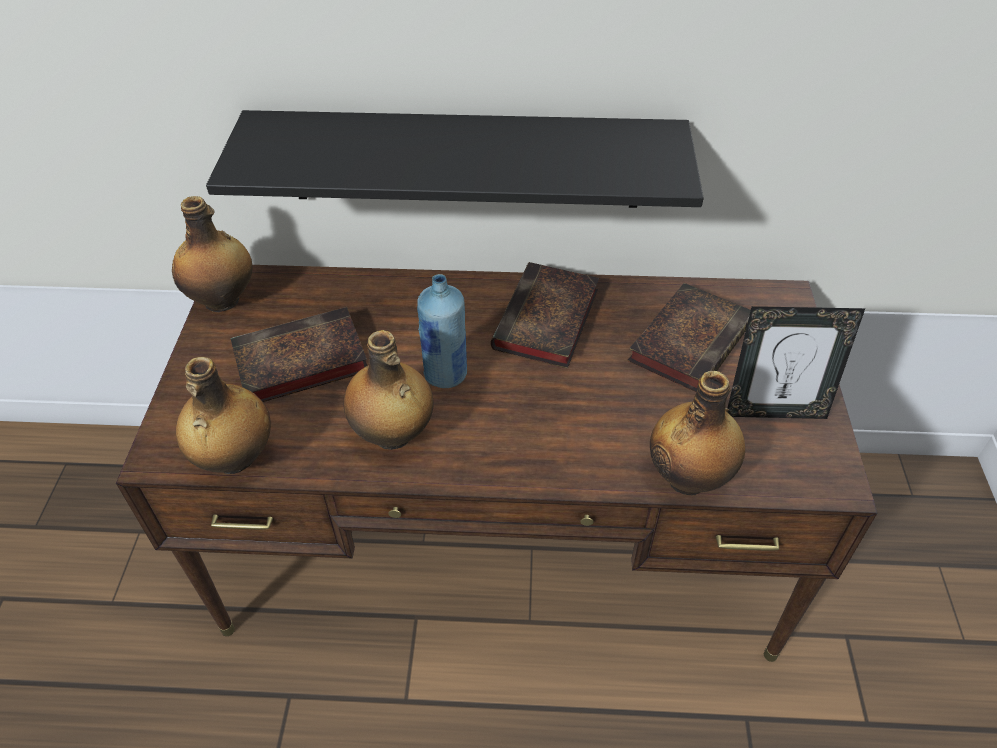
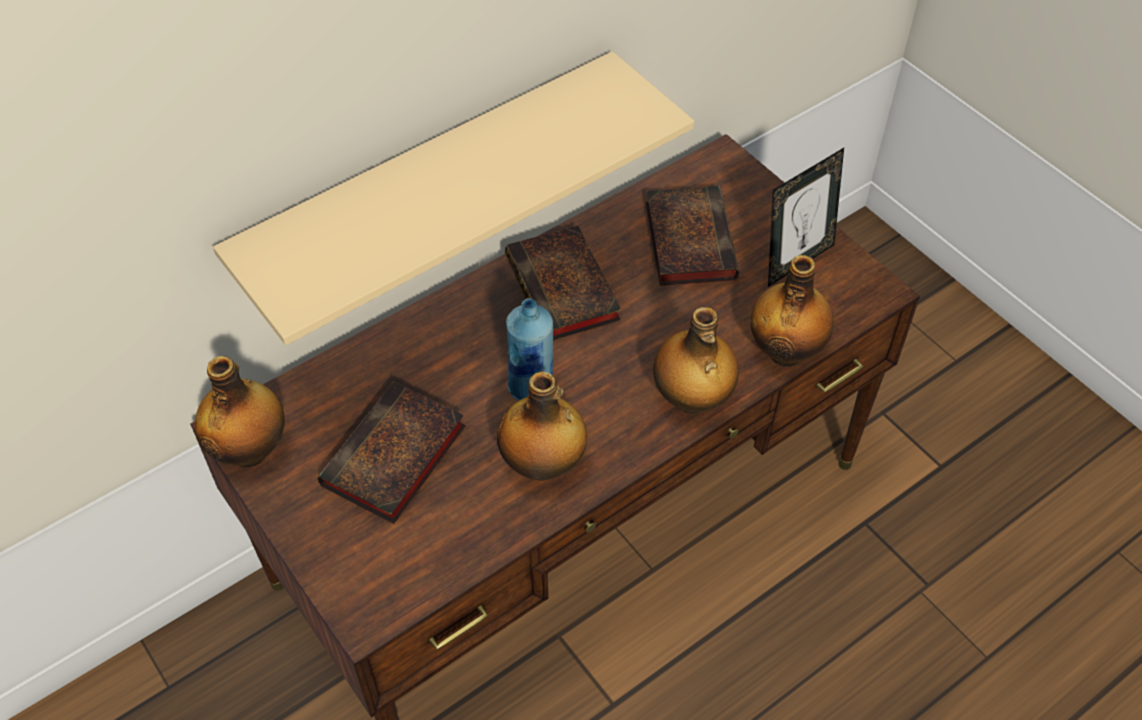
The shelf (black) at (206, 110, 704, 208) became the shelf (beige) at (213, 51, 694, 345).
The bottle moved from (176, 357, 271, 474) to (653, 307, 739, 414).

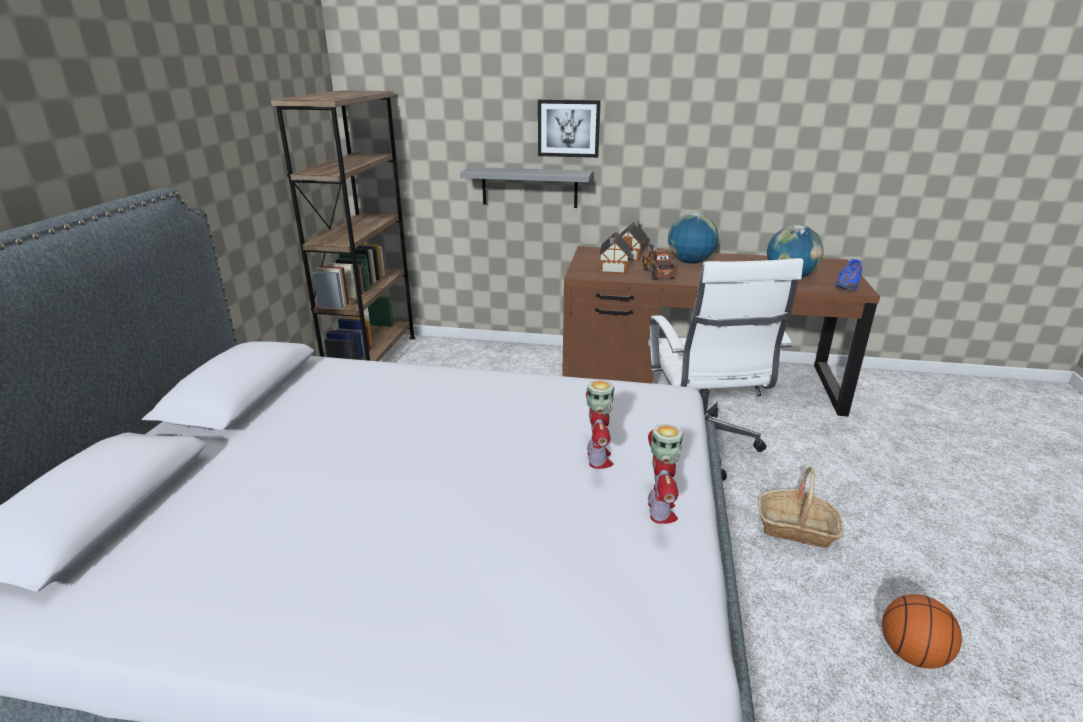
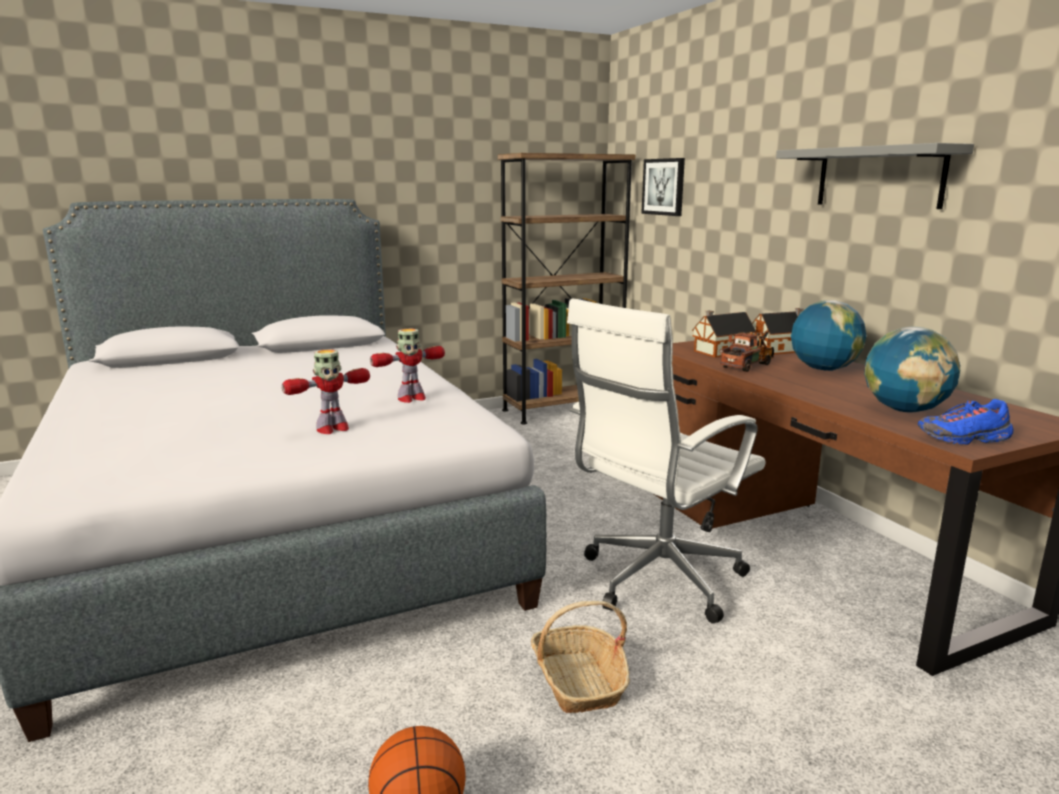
The toy robot moved from (648, 424, 683, 524) to (370, 329, 445, 403).
The picture moved from (538, 99, 601, 158) to (641, 158, 685, 216).
The shelf (grey) moved from (460, 167, 592, 208) to (776, 143, 974, 209).

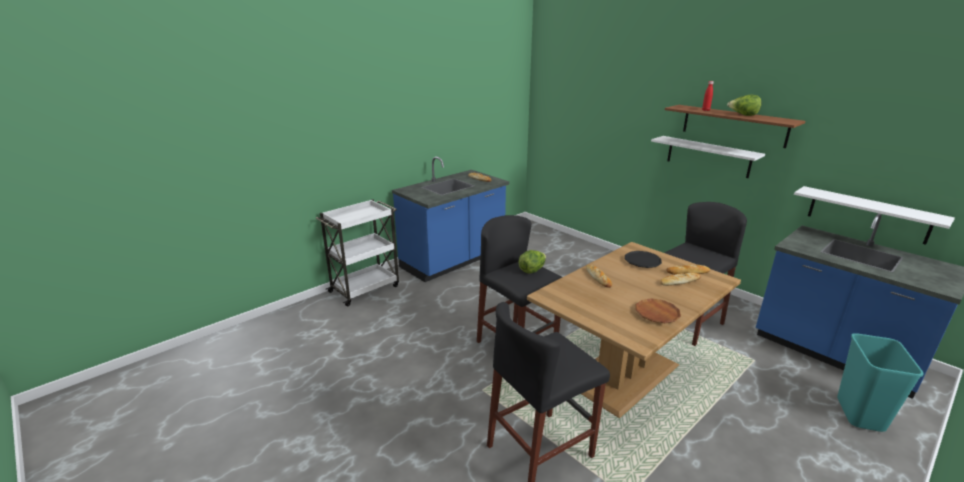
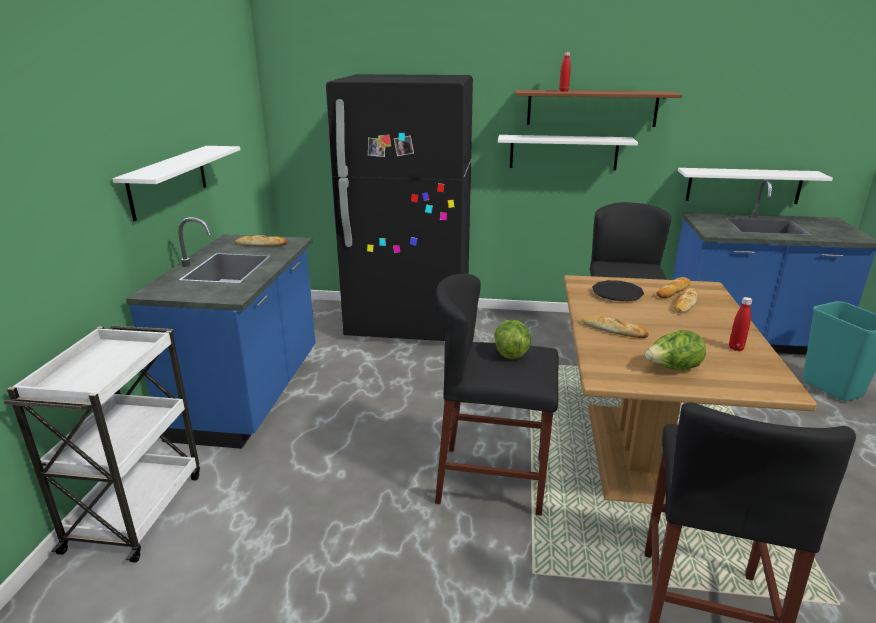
The shelf (white) at (112, 146, 241, 221) appeared.
The fridge (black) at (326, 74, 473, 341) appeared.
The lettuce moved from (727, 95, 762, 116) to (645, 330, 706, 370).
The plate (brown) at (635, 298, 681, 323) was replaced by the bottle (red) at (729, 297, 752, 351).

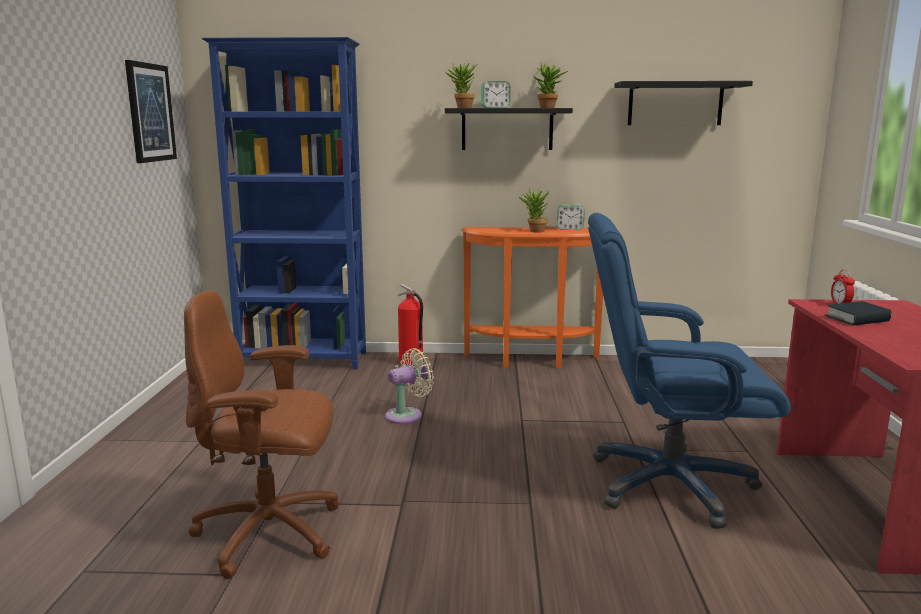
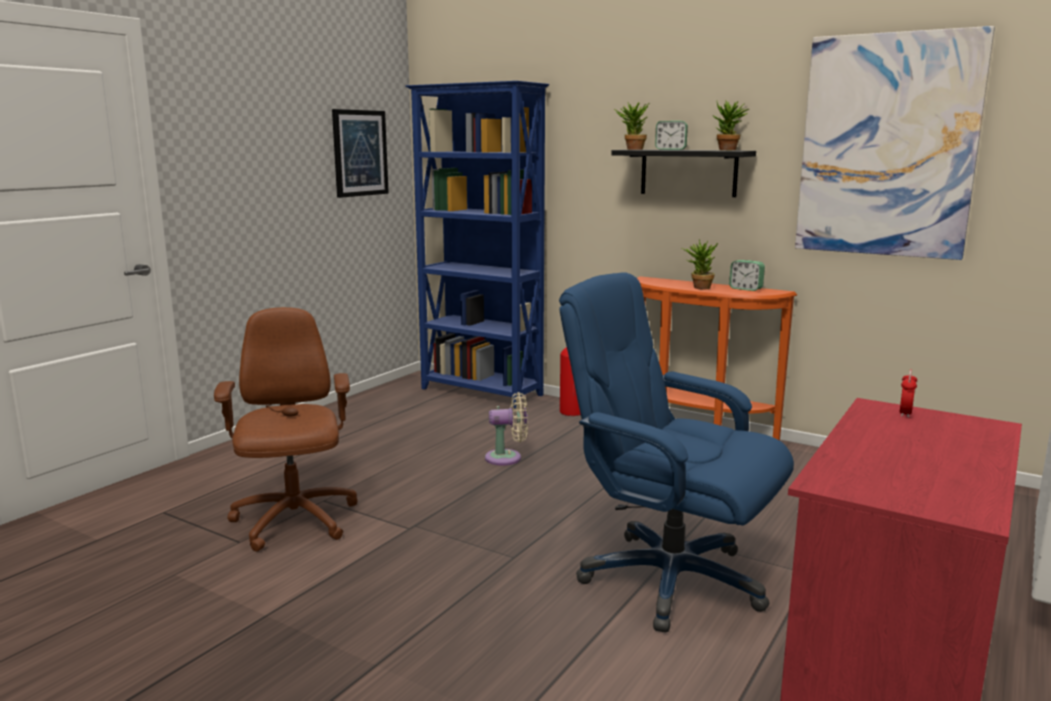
The office chair (brown) at (184, 290, 339, 579) turned 45 degrees clockwise.
The shelf (black) at (614, 81, 753, 125) was replaced by the picture at (795, 26, 995, 260).
The book at (825, 301, 891, 326) disappeared.

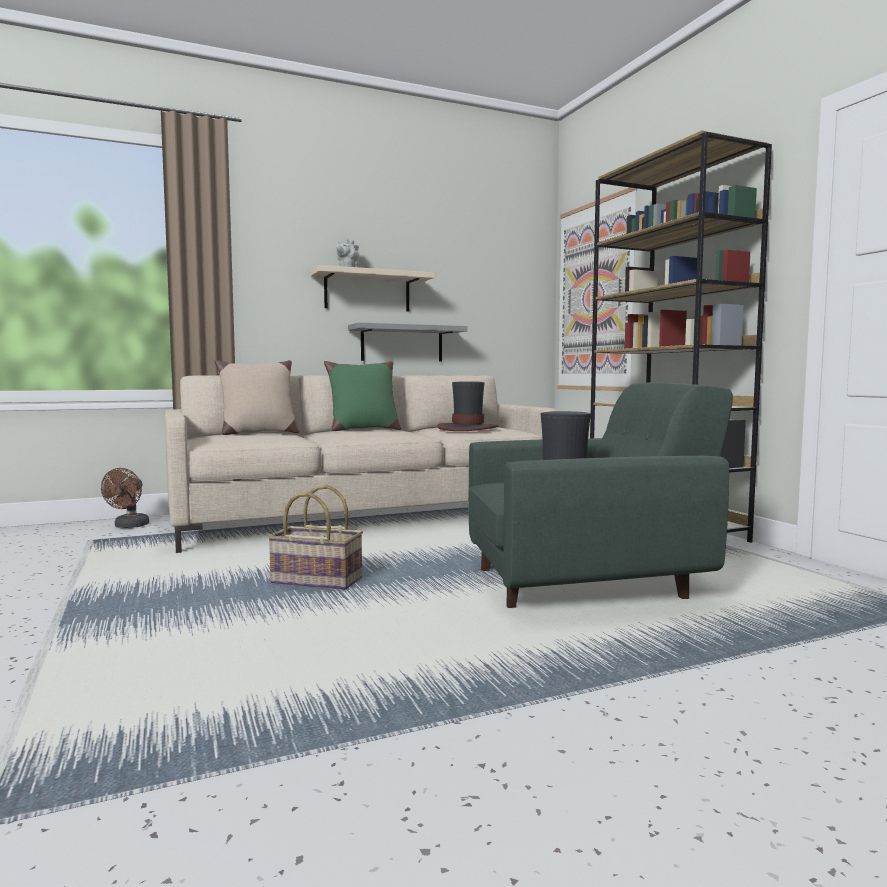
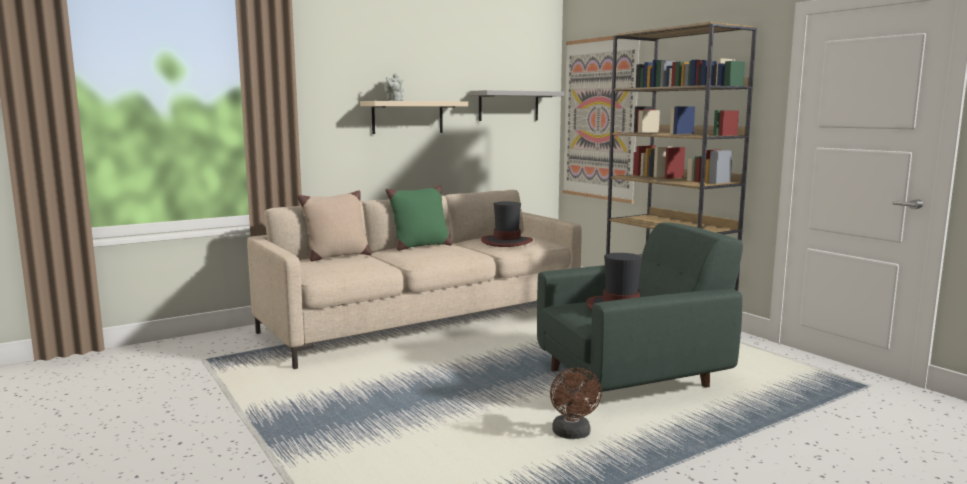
The shelf (grey) moved from (348, 322, 468, 362) to (470, 90, 564, 121).
The fan (brown) moved from (101, 468, 149, 528) to (550, 368, 602, 439).
The basket at (268, 485, 363, 590) disappeared.

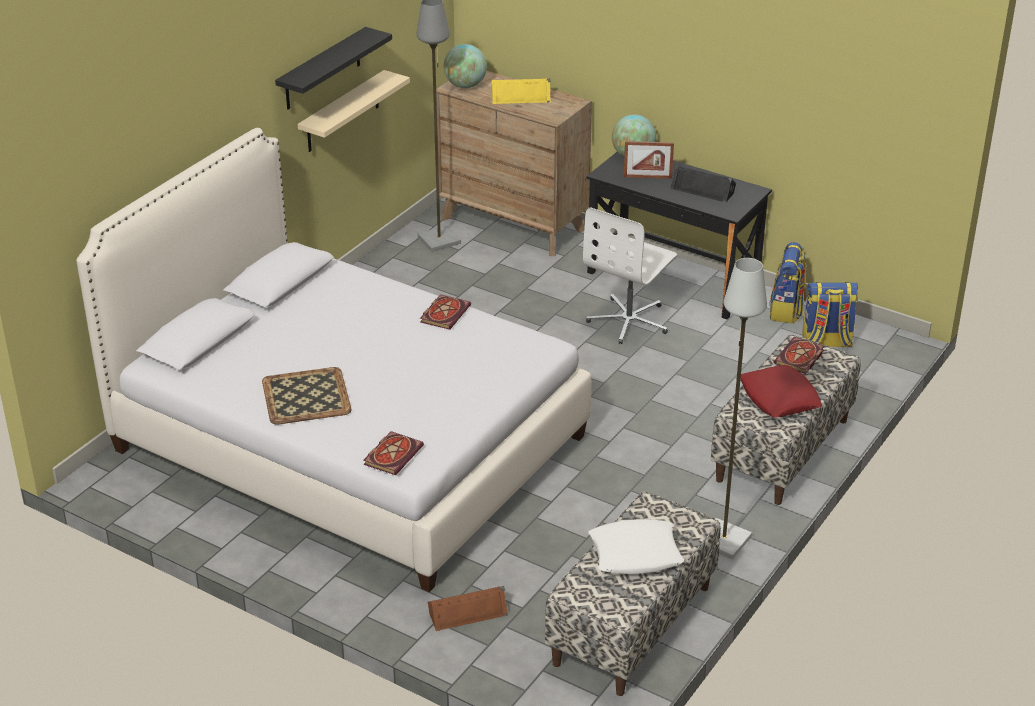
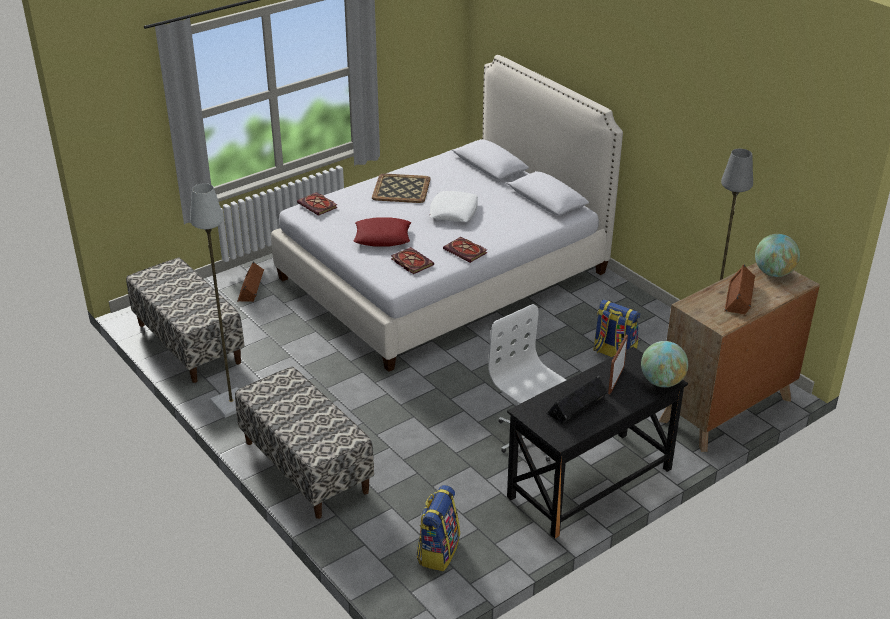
The pillow (red) moved from (741, 365, 822, 418) to (353, 217, 411, 247).
The book moved from (774, 337, 825, 374) to (391, 247, 434, 274).
The pillow (white) moved from (588, 519, 684, 574) to (430, 191, 478, 222).
The backpack moved from (769, 242, 806, 323) to (593, 299, 640, 357).
The speaker (yellow) at (491, 78, 551, 104) became the speaker (brown) at (724, 265, 755, 314).
The shelf (black) at (275, 27, 392, 109) disappeared.
The shelf (beige) at (298, 70, 410, 152) disappeared.

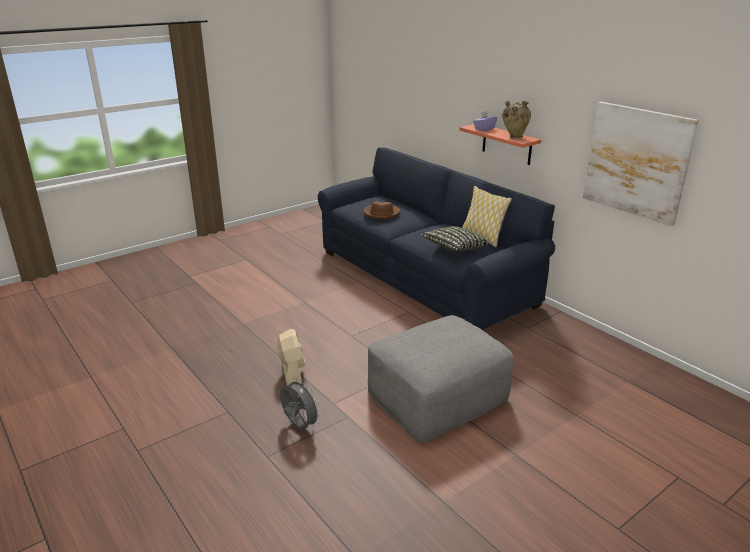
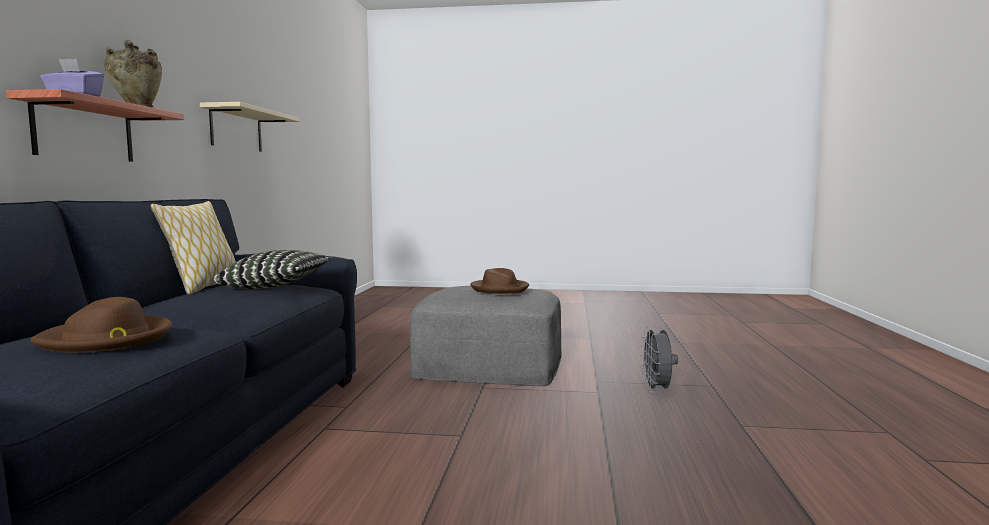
The picture at (583, 102, 699, 226) was replaced by the shelf (beige) at (200, 102, 300, 152).
The hat (brown) at (470, 268, 529, 294) appeared.
The fan (beige) at (277, 329, 306, 385) disappeared.

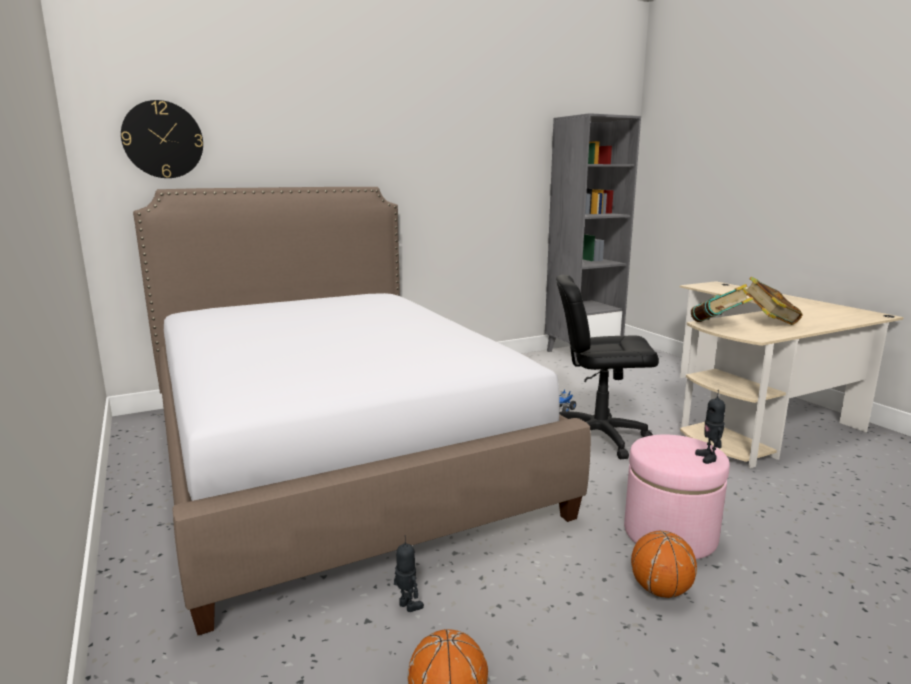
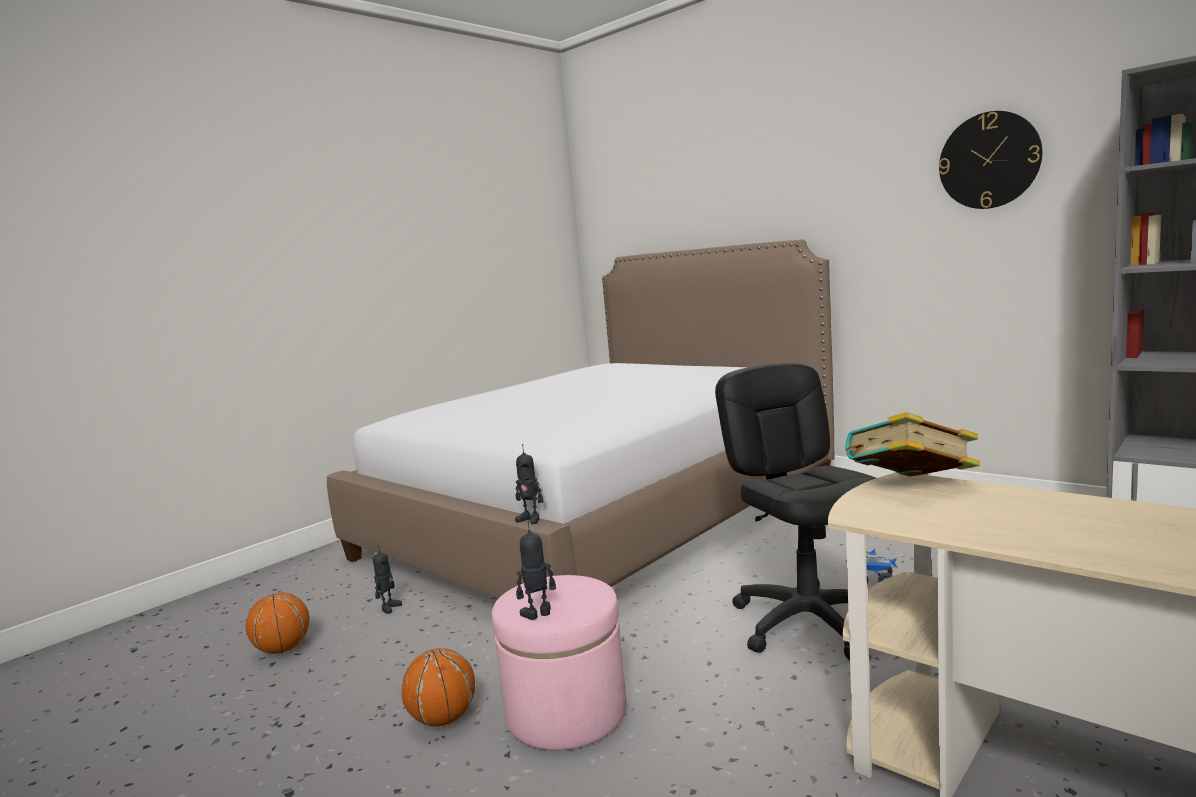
The toy robot at (515, 444, 543, 524) appeared.
The wall clock moved from (121, 100, 203, 178) to (939, 111, 1042, 209).
The book at (743, 277, 803, 325) disappeared.

